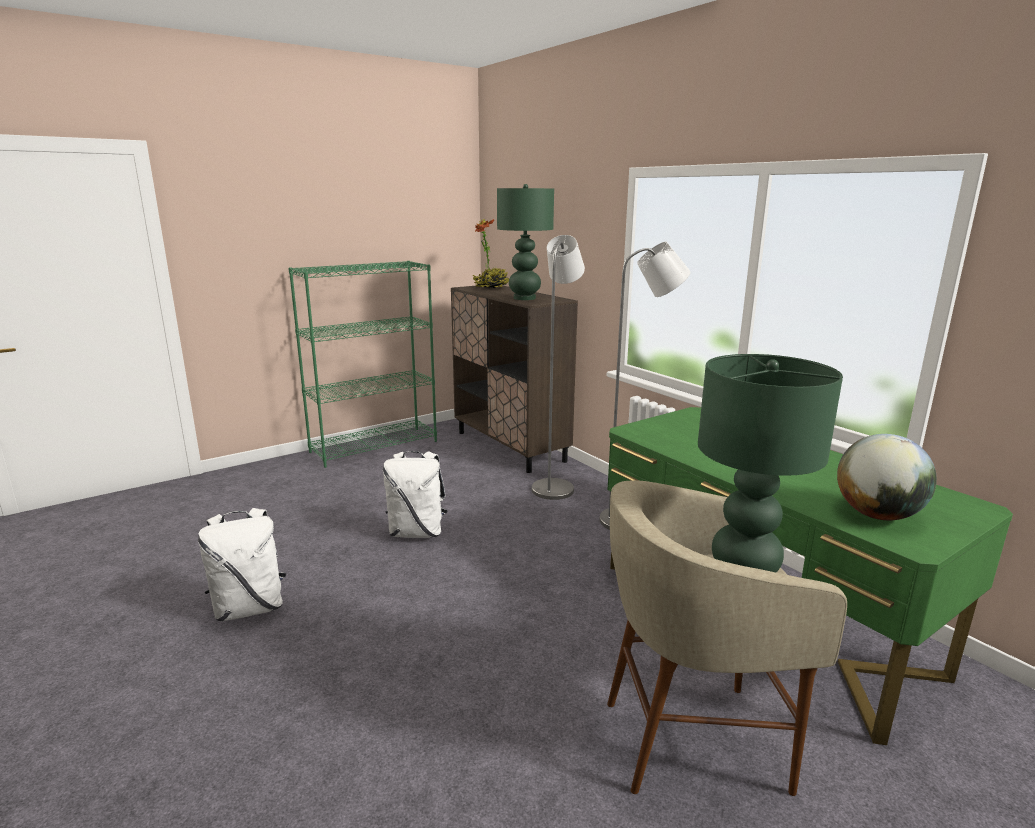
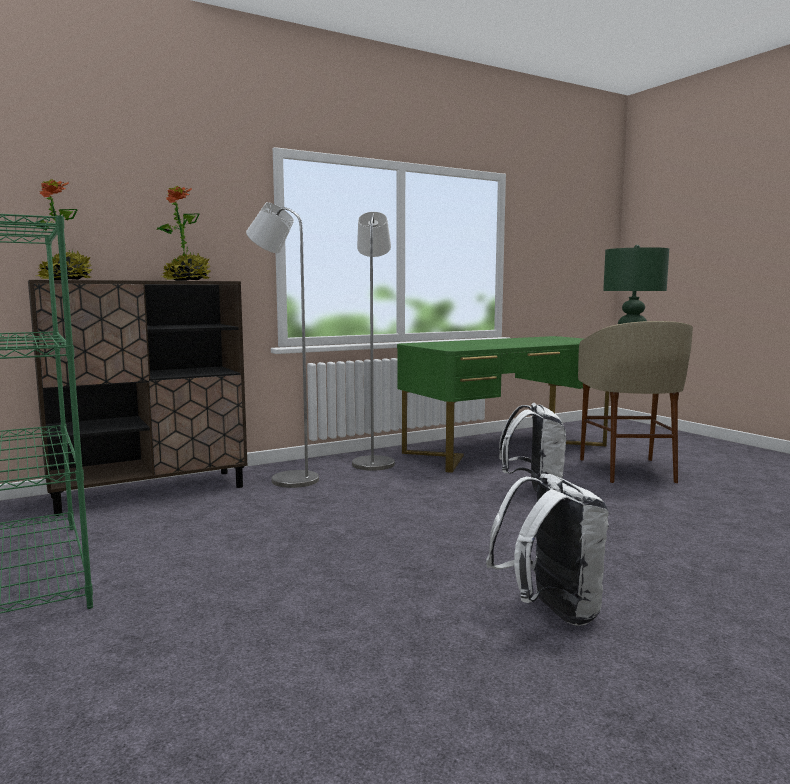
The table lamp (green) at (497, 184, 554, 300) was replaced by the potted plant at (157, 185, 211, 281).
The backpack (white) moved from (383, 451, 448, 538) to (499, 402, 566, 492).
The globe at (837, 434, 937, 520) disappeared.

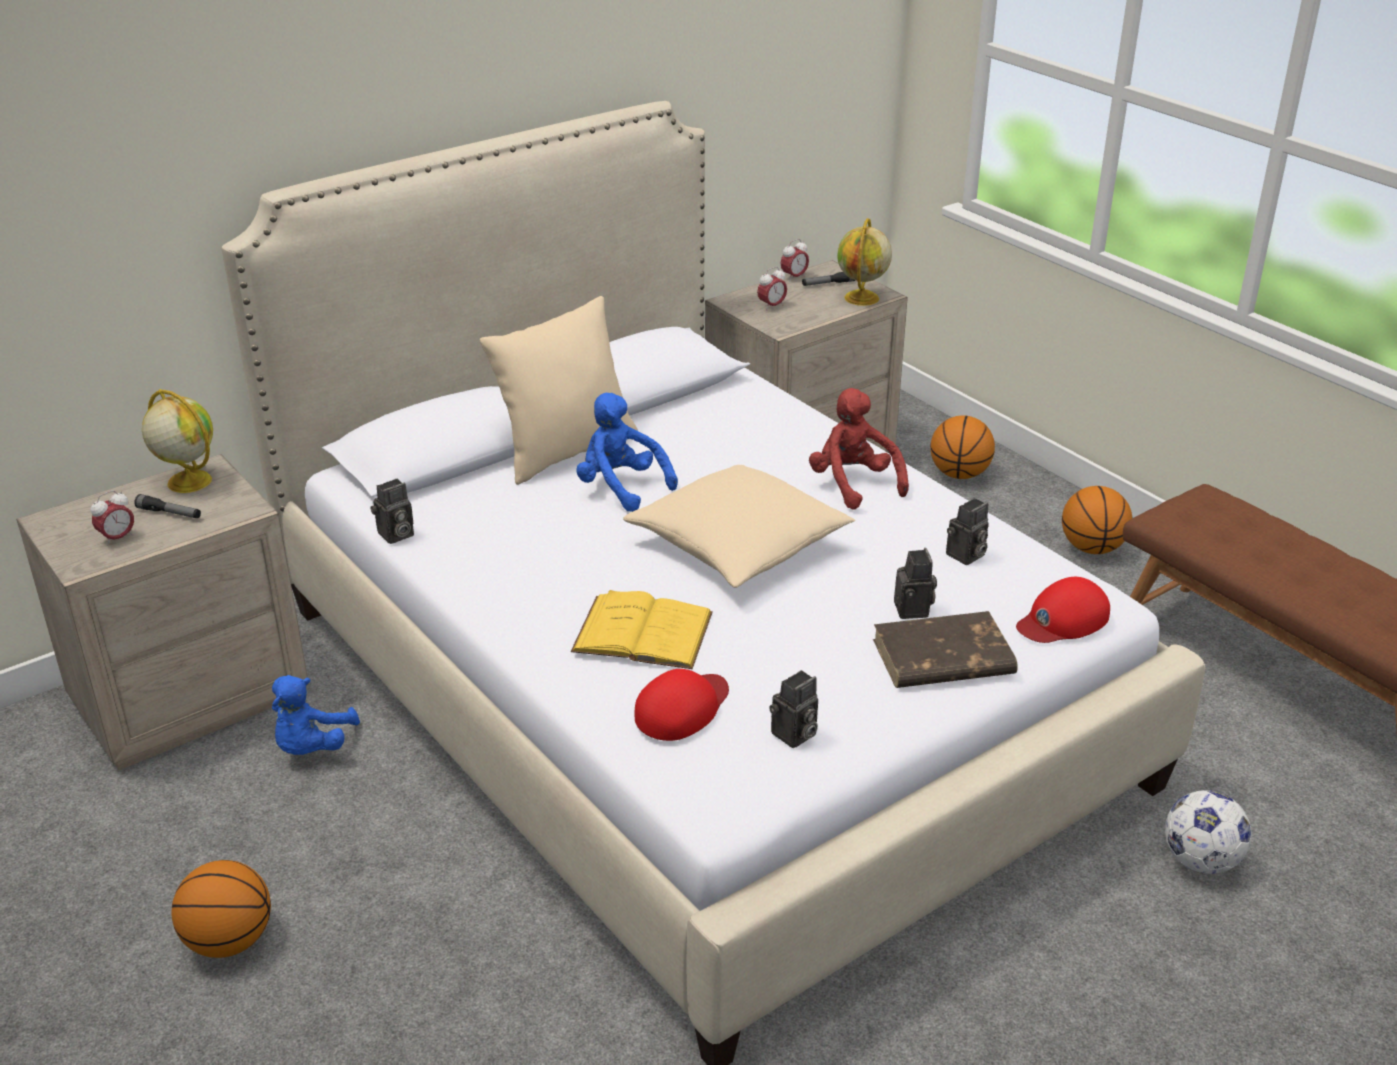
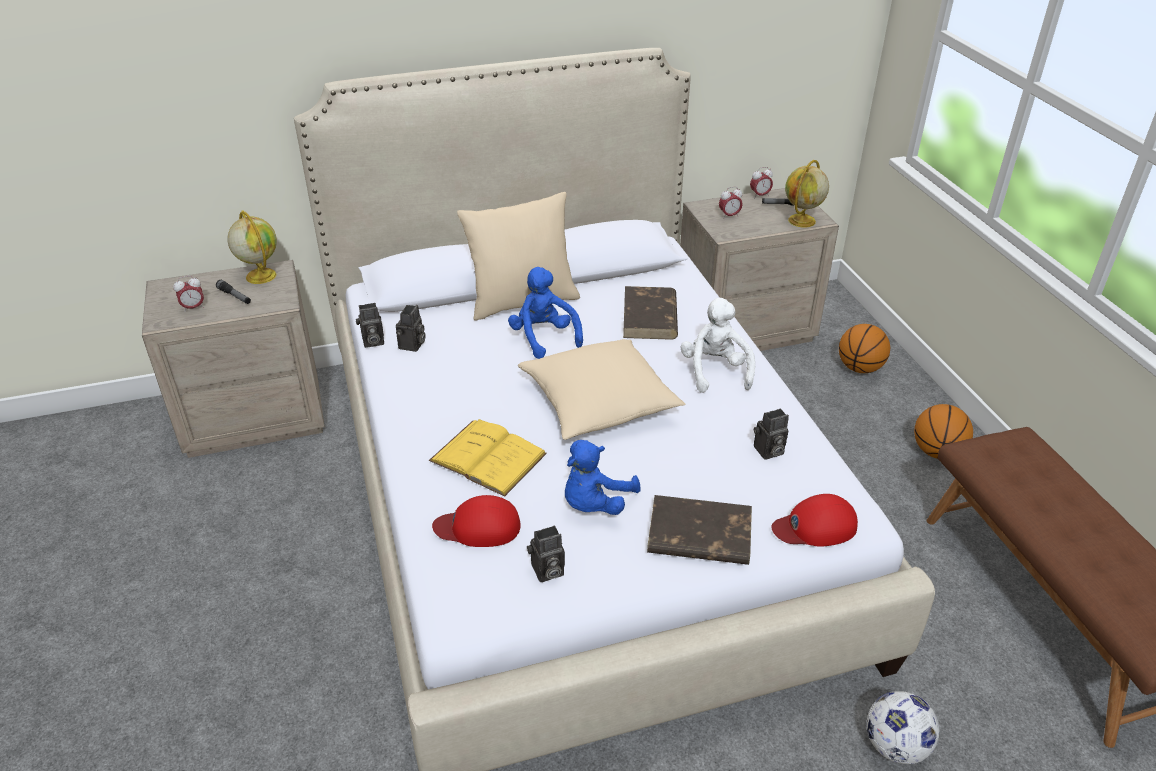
The photo camera moved from (894, 548, 937, 619) to (396, 305, 426, 352).
The cap (red) at (635, 669, 729, 741) turned 150 degrees counterclockwise.
The plush toy (blue) moved from (272, 675, 360, 755) to (565, 440, 641, 515).
The book (brown) at (623, 286, 678, 340) appeared.
The plush toy (red) at (809, 388, 909, 510) became the plush toy (white) at (680, 298, 755, 393).
The basketball at (171, 860, 271, 958) disappeared.

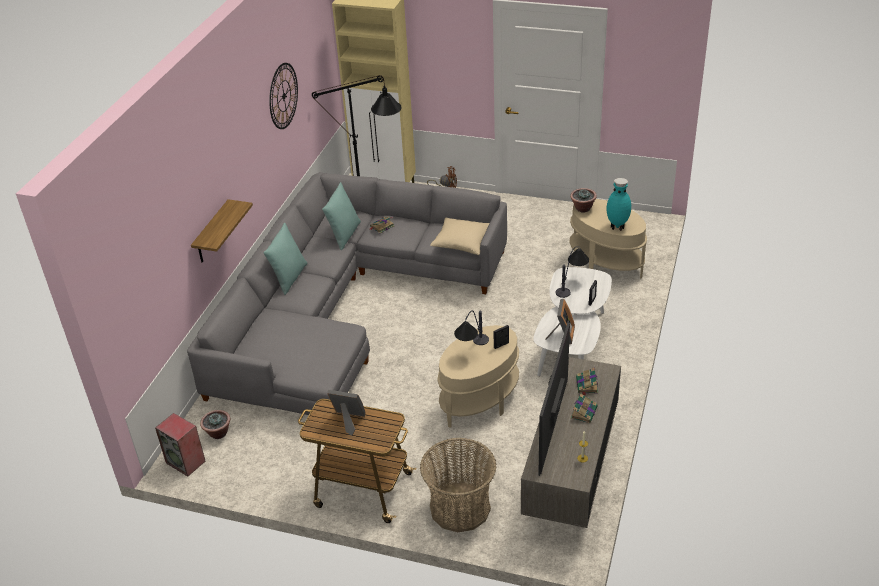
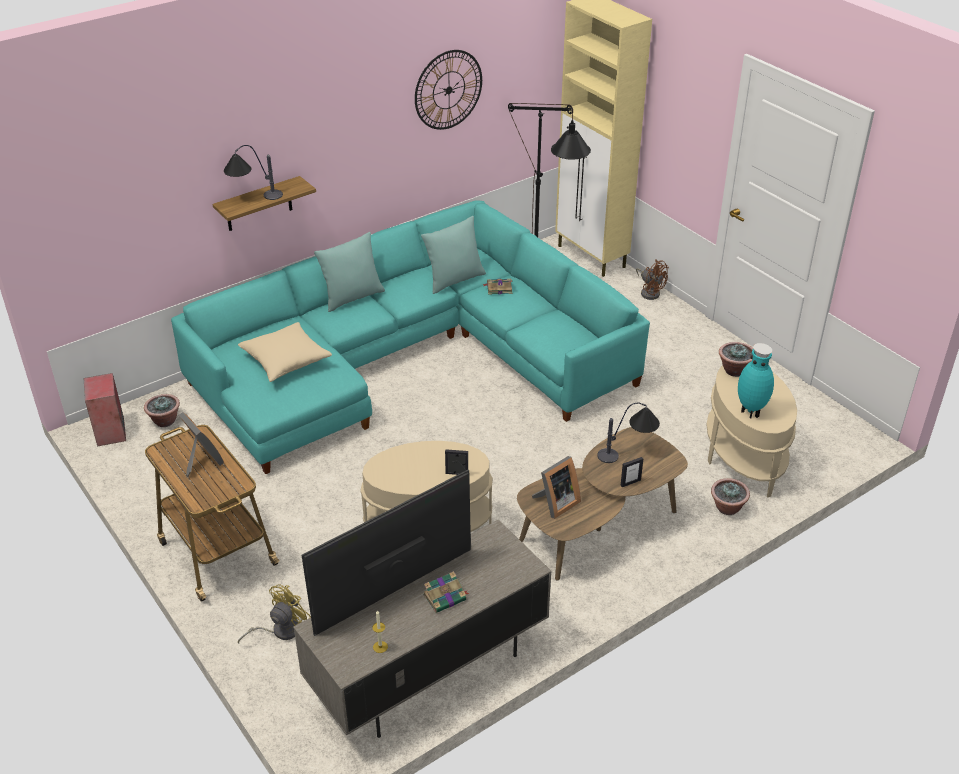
The sofa (grey) at (187, 172, 507, 415) became the sofa (turquoise) at (171, 200, 650, 474).
The table lamp moved from (454, 310, 489, 345) to (224, 145, 283, 200).
The pillow (beige) moved from (430, 218, 489, 255) to (238, 322, 332, 382).
The basket at (420, 438, 497, 532) was replaced by the fan (yellow) at (238, 584, 311, 644).
The coffee table (white) at (533, 267, 612, 376) became the coffee table (brown) at (517, 427, 688, 581).
The potted plant at (711, 478, 750, 515) appeared.
The book at (576, 367, 598, 396) disappeared.

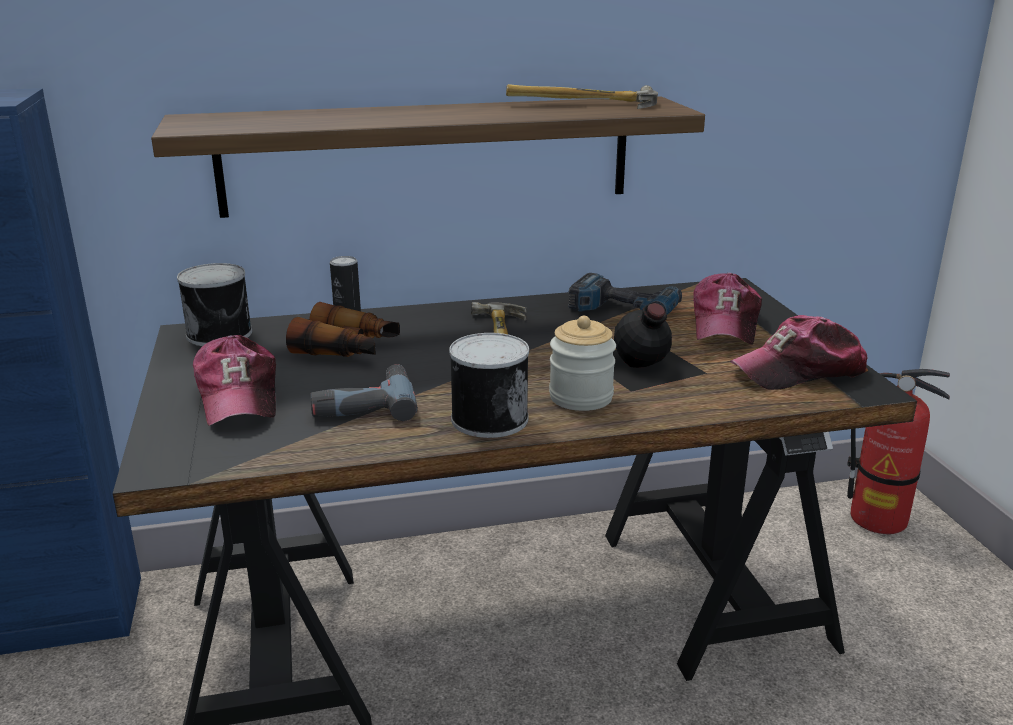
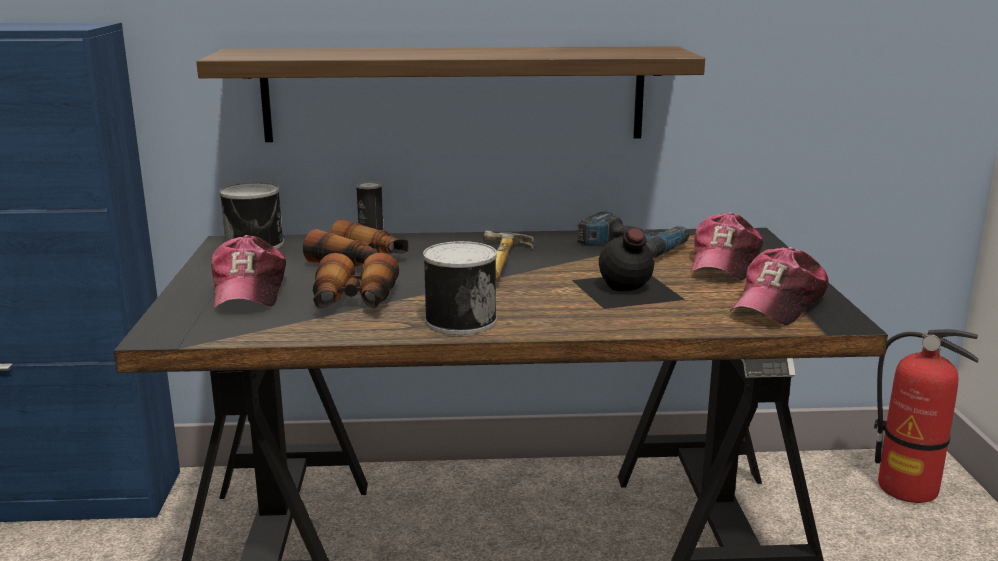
The power drill at (310, 364, 418, 421) was replaced by the binoculars at (313, 253, 399, 308).
The cap at (730, 315, 868, 390) turned 45 degrees counterclockwise.
The hammer at (506, 84, 658, 109) disappeared.
The jar at (549, 316, 616, 411) disappeared.

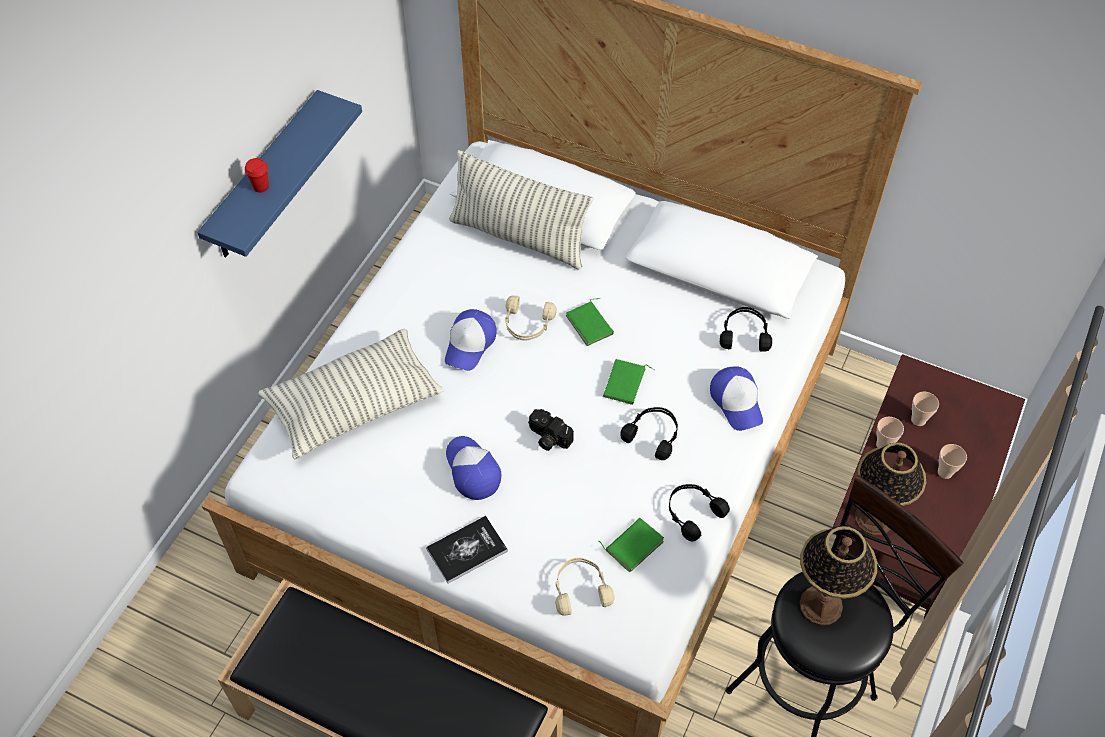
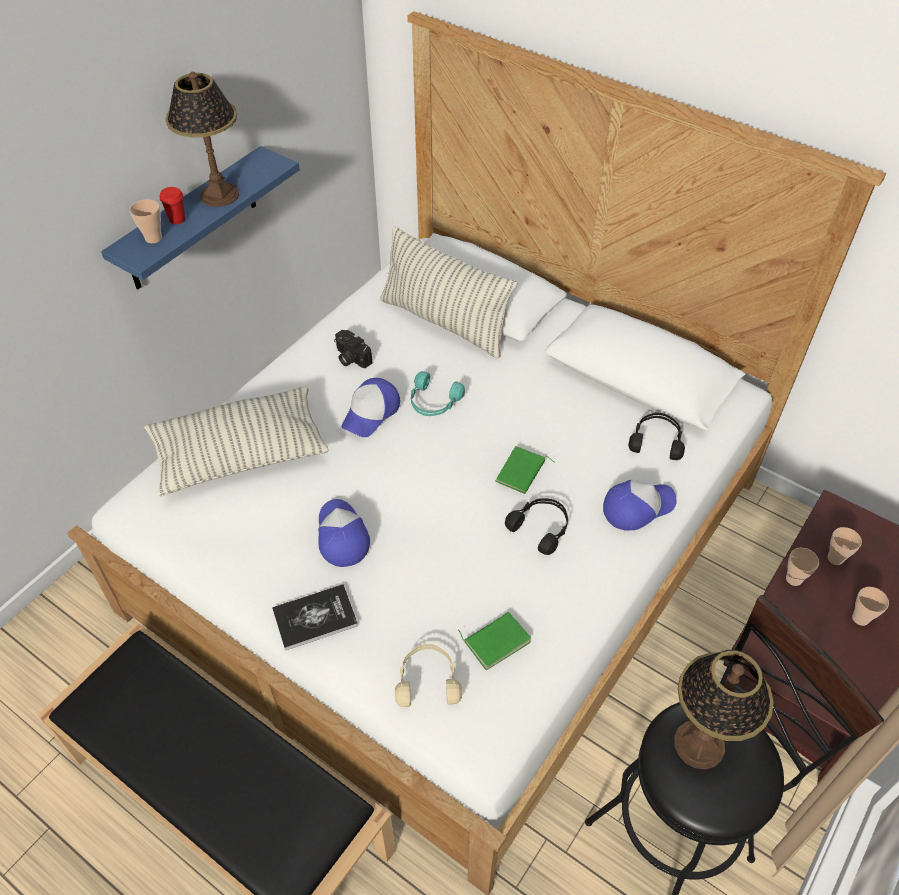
The cup at (130, 199, 162, 243) appeared.
The table lamp moved from (855, 443, 926, 536) to (165, 72, 239, 207).
The photo camera moved from (528, 409, 574, 451) to (334, 330, 372, 368).
The headphones (beige) at (505, 296, 557, 341) became the headphones (turquoise) at (411, 371, 465, 416).
The cap at (710, 366, 763, 431) turned 105 degrees counterclockwise.
The book (green) at (566, 298, 614, 346) disappeared.
The headphones (black) at (669, 484, 730, 542) disappeared.

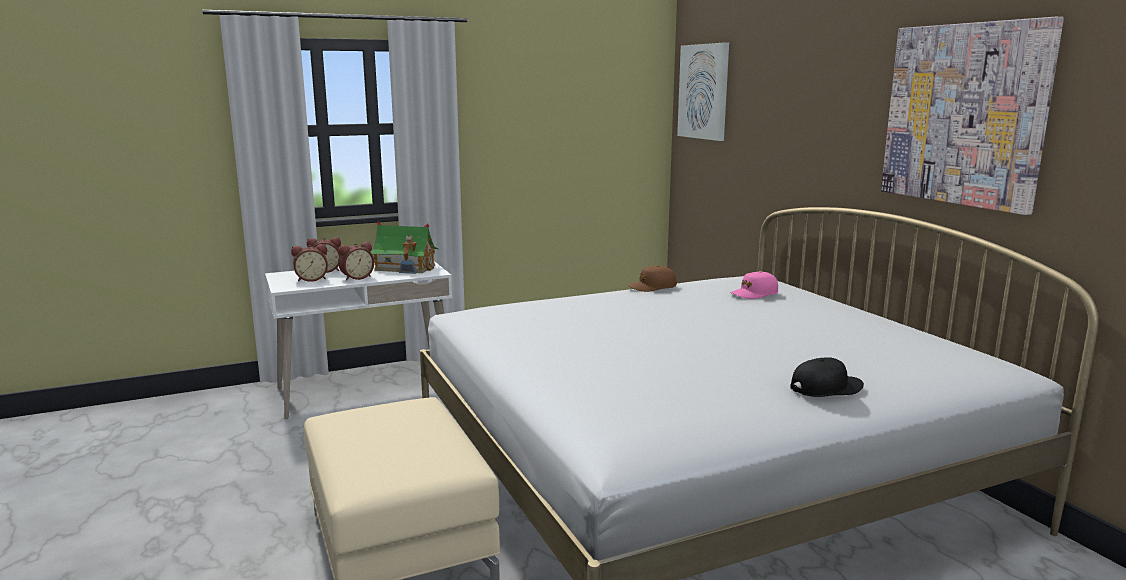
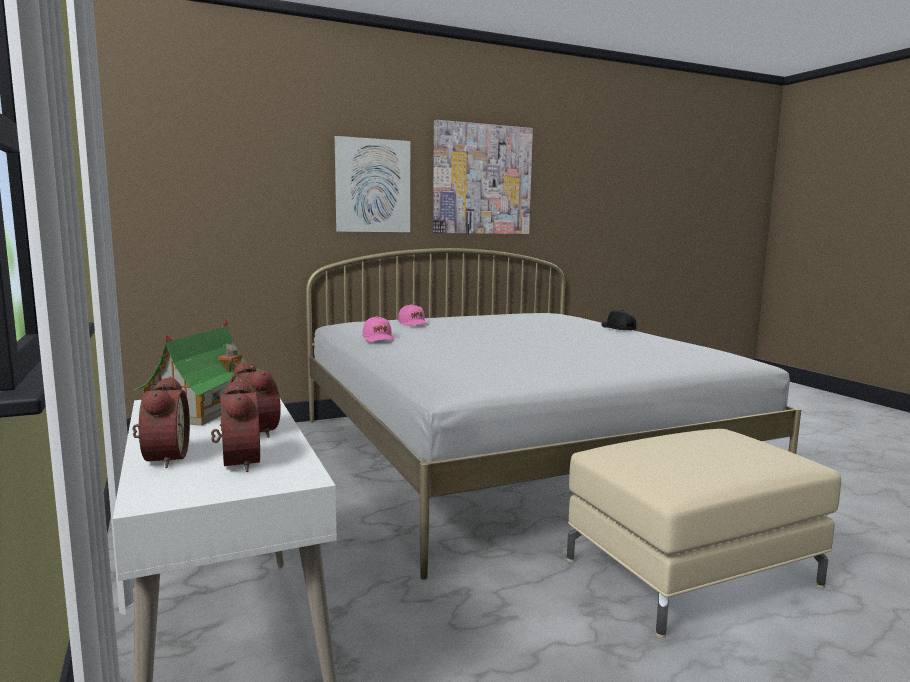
The picture moved from (677, 43, 729, 141) to (335, 136, 410, 232).
The cap (brown) at (627, 266, 677, 292) became the cap (pink) at (362, 316, 394, 342).

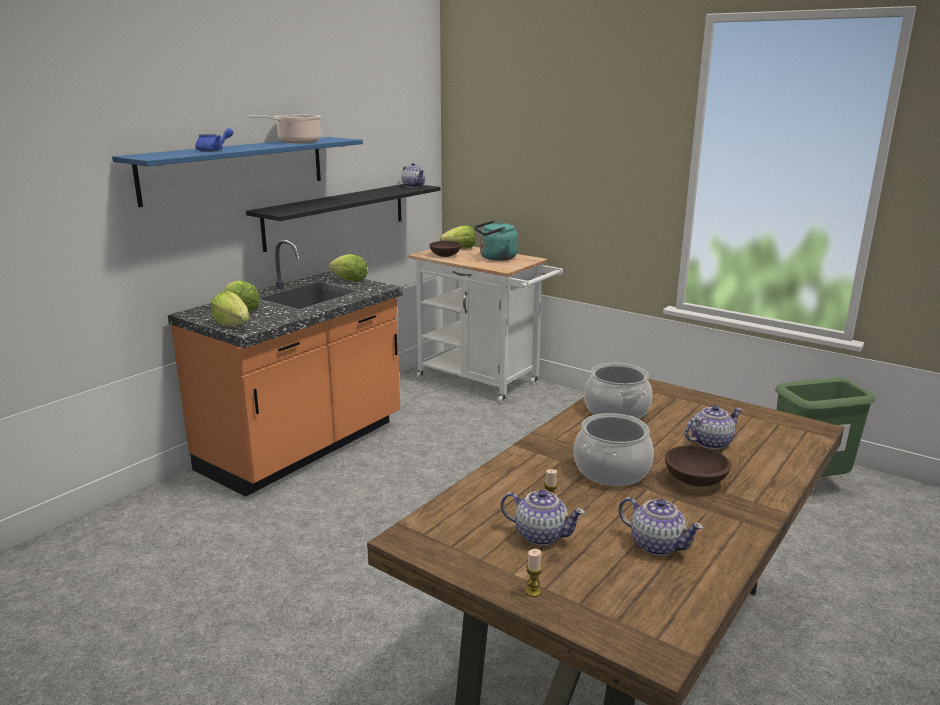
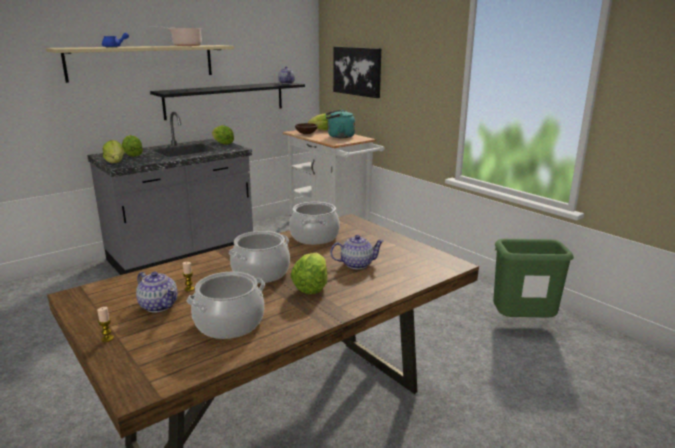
The shelf (blue) at (112, 137, 363, 207) became the shelf (beige) at (46, 45, 234, 83).
The counter (orange) at (168, 239, 403, 496) became the counter (grey) at (87, 112, 253, 275).
The teapot at (619, 497, 704, 556) was replaced by the cooking pot at (187, 272, 265, 339).
The bowl (brown) at (665, 446, 732, 487) was replaced by the lettuce at (290, 253, 328, 294).
The picture at (333, 47, 381, 98) appeared.

